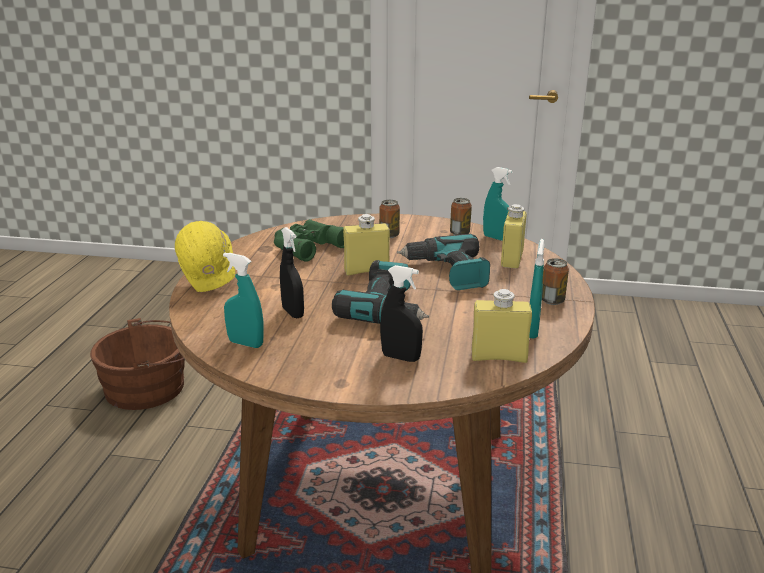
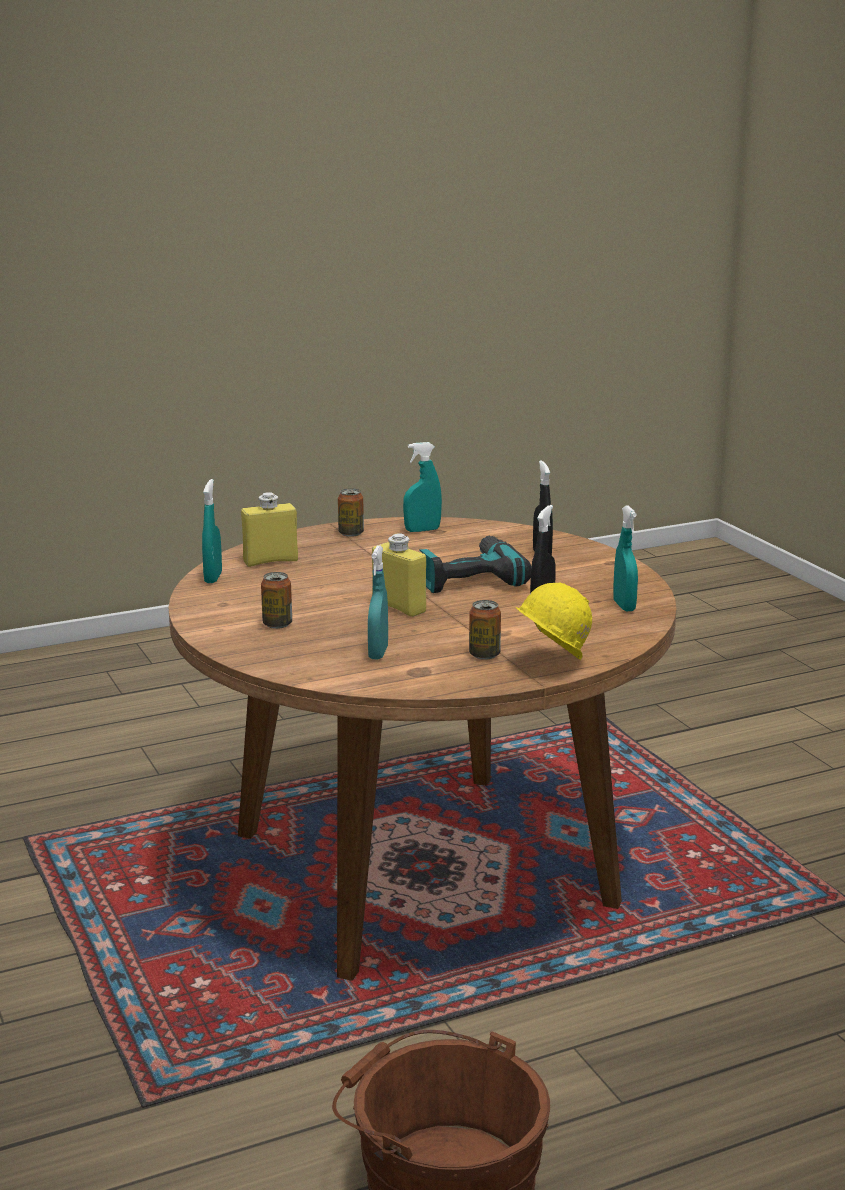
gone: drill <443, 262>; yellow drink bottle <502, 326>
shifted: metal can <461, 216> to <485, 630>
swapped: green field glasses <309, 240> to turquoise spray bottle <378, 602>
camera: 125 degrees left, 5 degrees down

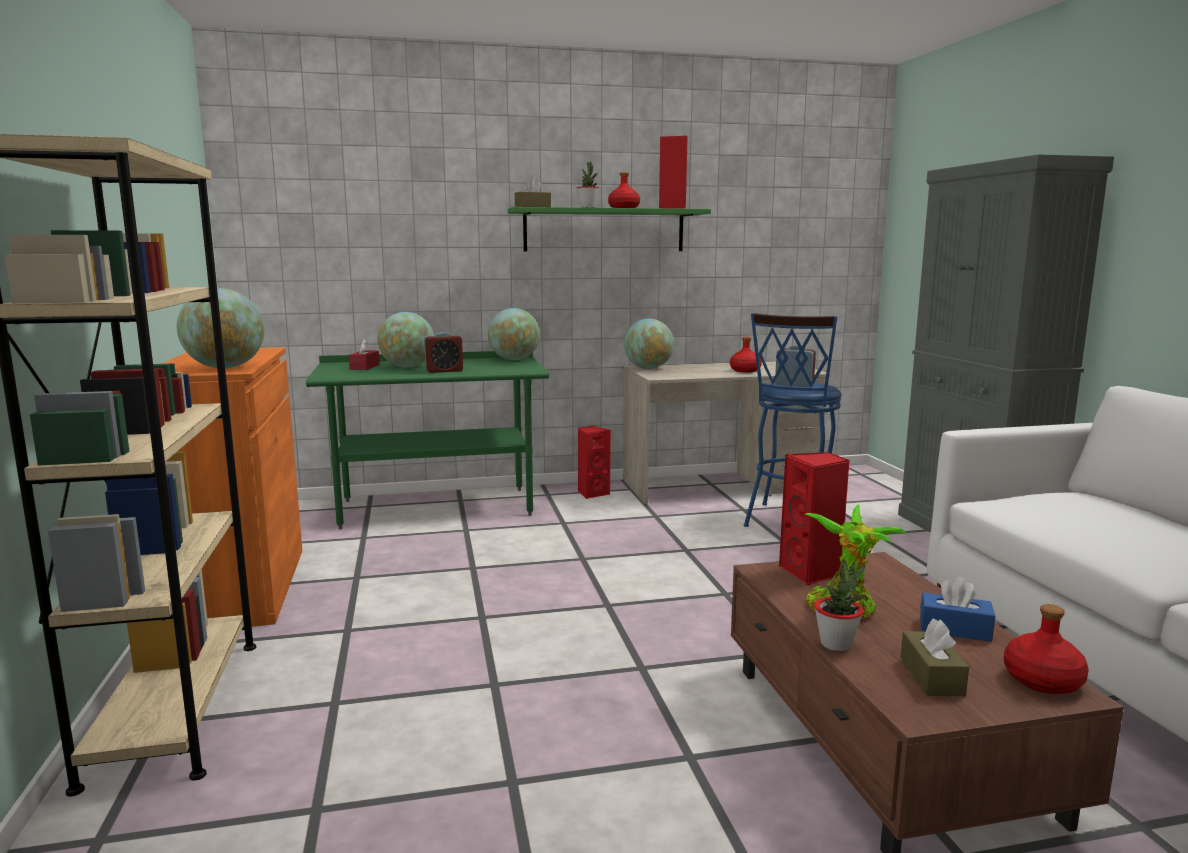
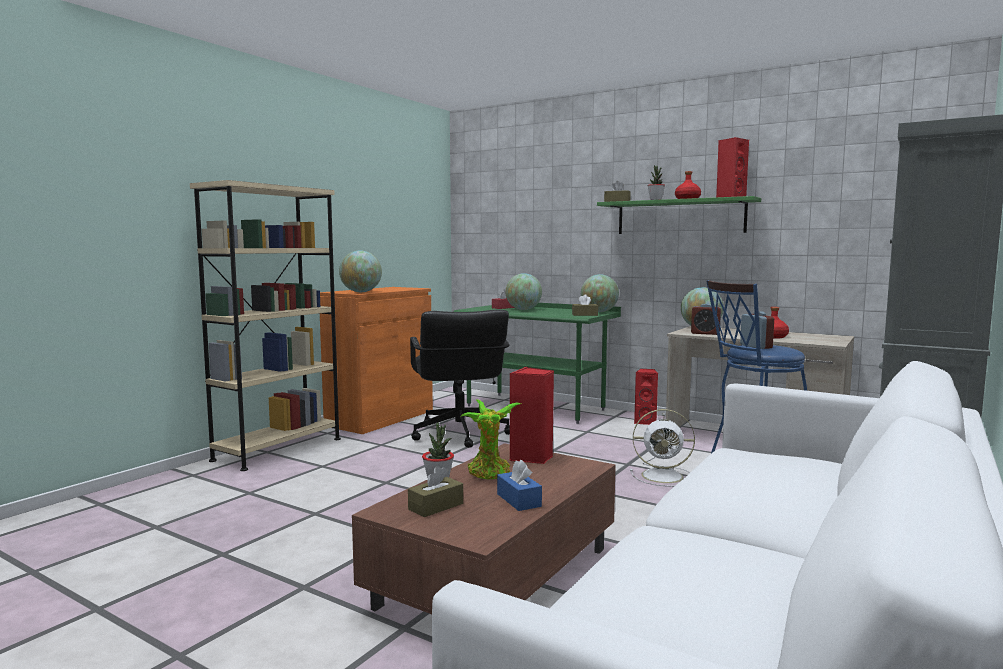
gone: red drink bottle <1046, 649>
new: black office chair <460, 378>; brown-coloured tissue holder <585, 305>; white fan <662, 448>
shifted: table clock <443, 352> to <706, 319>
camera: 45 degrees right, 5 degrees down

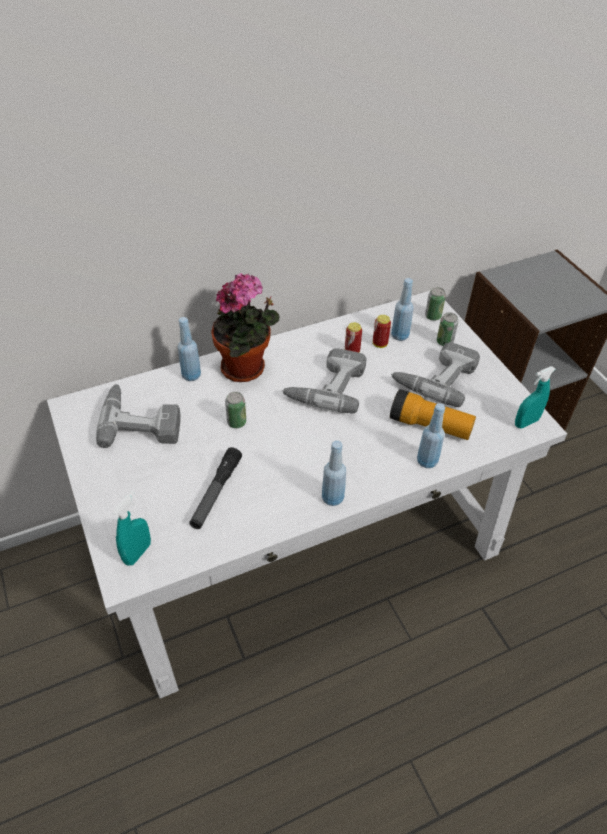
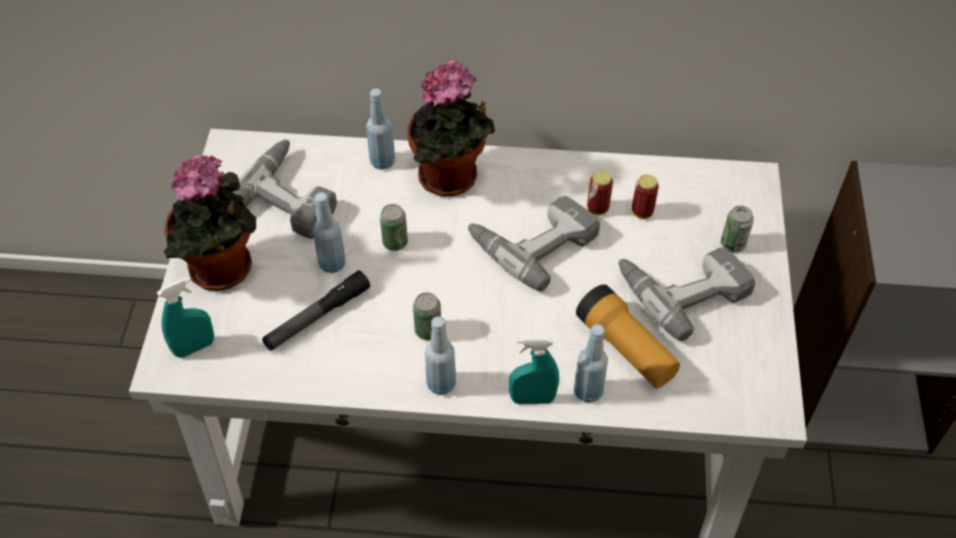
new: potted plant <209, 223>
shifted: bluish drink bottle <402, 309> to <329, 233>; metal can <435, 304> to <427, 316>; turquoise spray bottle <535, 397> to <534, 370>
camera: 30 degrees right, 5 degrees up

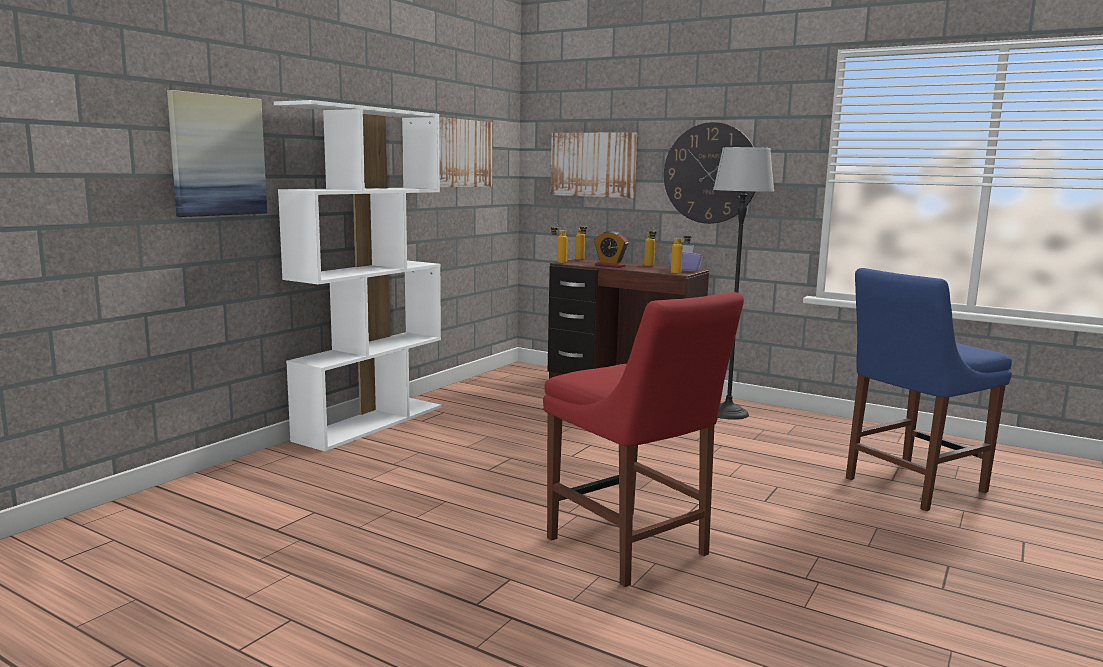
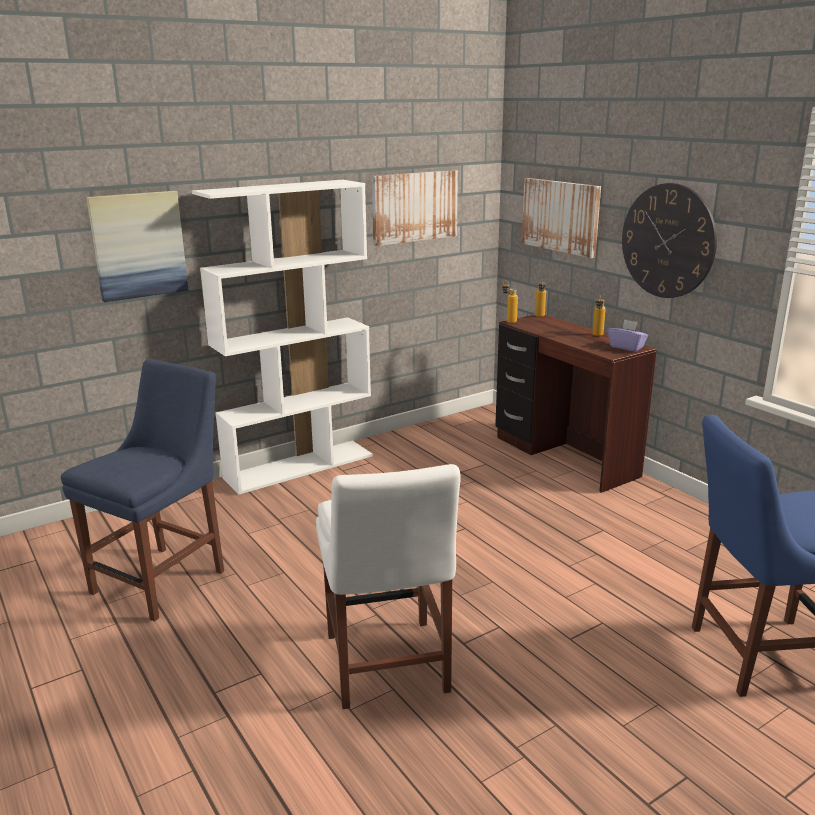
gone: table clock <611, 249>; drink bottle <681, 252>; floor lamp <743, 283>
new: bluish chair <142, 490>
repainted: red chair <643, 439> to white chair <388, 586>
camera: 25 degrees right, 10 degrees up

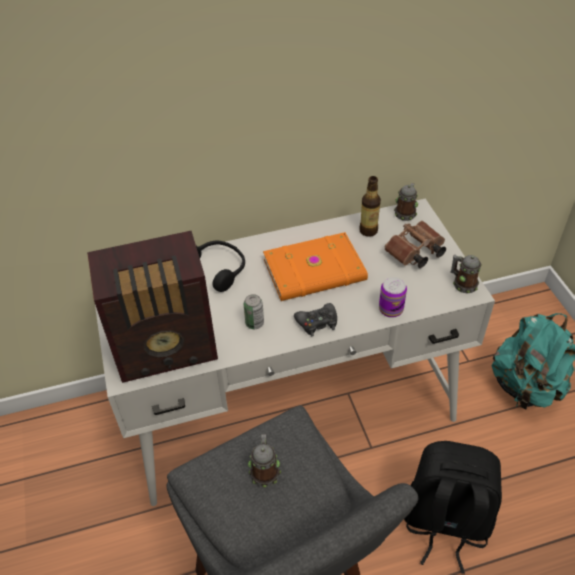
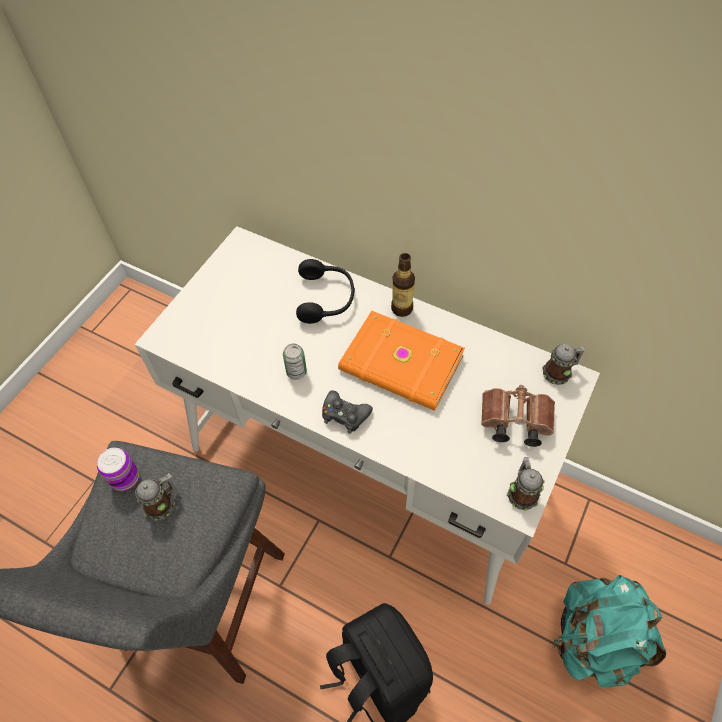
gone: radio receiver <152, 307>
shifted: metal can <393, 297> to <118, 469>; drink bottle <370, 206> to <403, 285>
camera: 45 degrees right, 10 degrees up

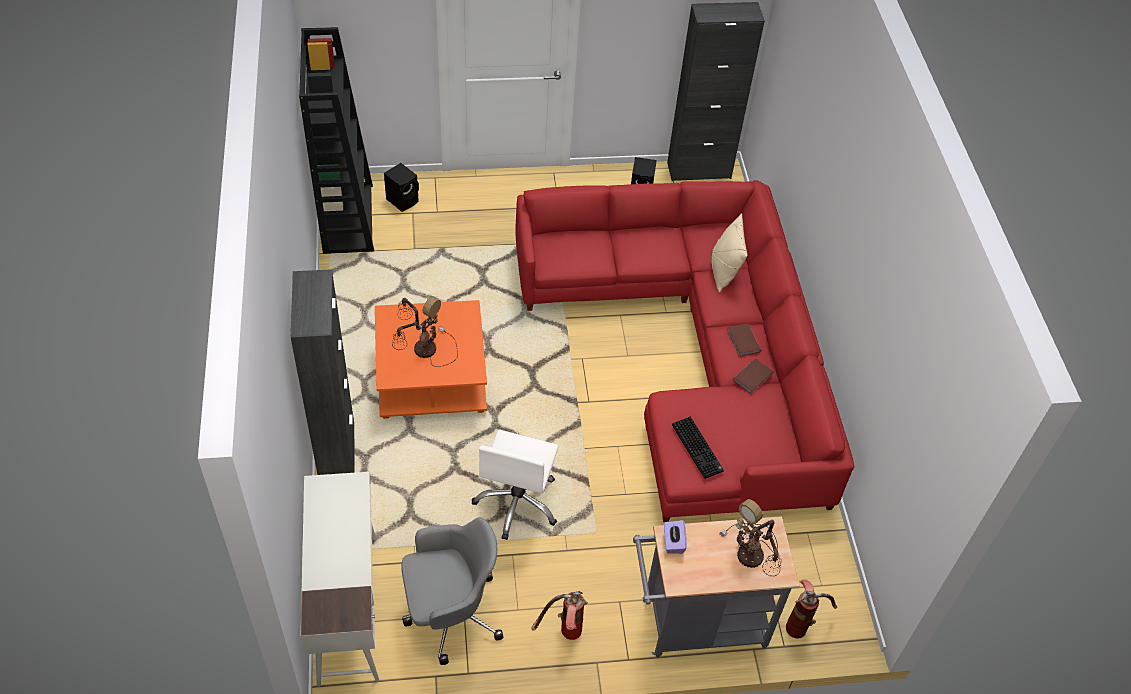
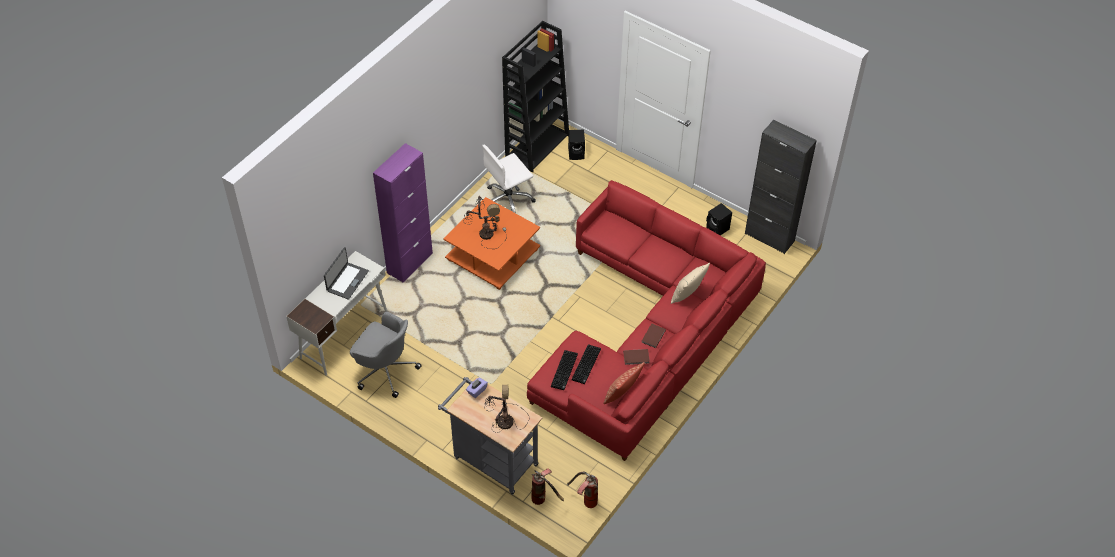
new: portable computer <346, 273>; computer keyboard <586, 364>; pillow <624, 383>
shifted: white office chair <515, 484> to <509, 179>; fire extinguisher <559, 615> to <582, 489>
repainted: black cabinet <323, 372> to purple cabinet <403, 212>
camera: 45 degrees right, 0 degrees up

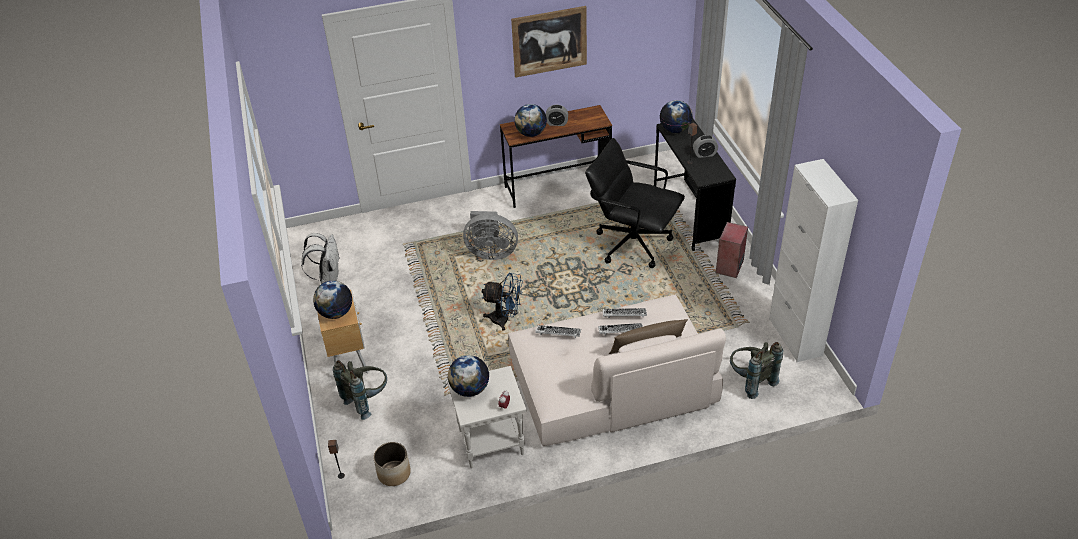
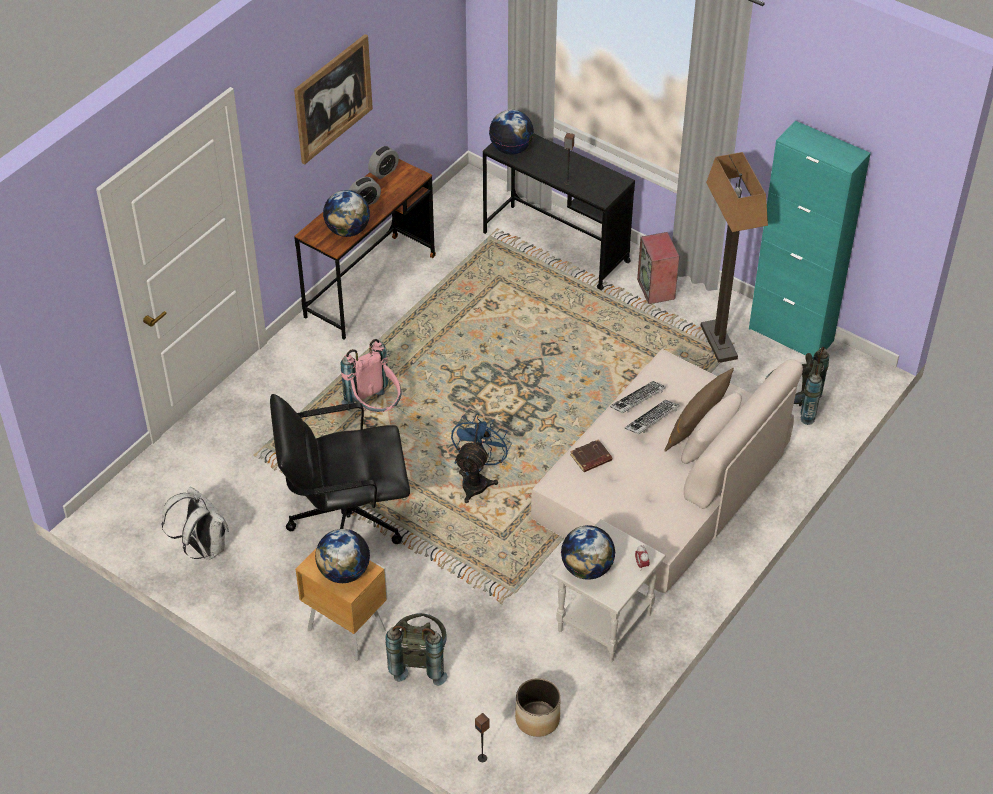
new: floor lamp <734, 257>
shifted: black office chair <635, 203> to <340, 469>; table clock <705, 146> to <383, 162>
swapped: grey fan <490, 235> to pink-coloured rucksack <371, 375>; computer keyboard <558, 331> to brown-coloured bound book <591, 455>
repainted: white cabinet <813, 260> to turquoise cabinet <810, 239>
rotated: bluish fan <502, 302> = <481, 458> 45 degrees counterclockwise
camera: 40 degrees left, 5 degrees up

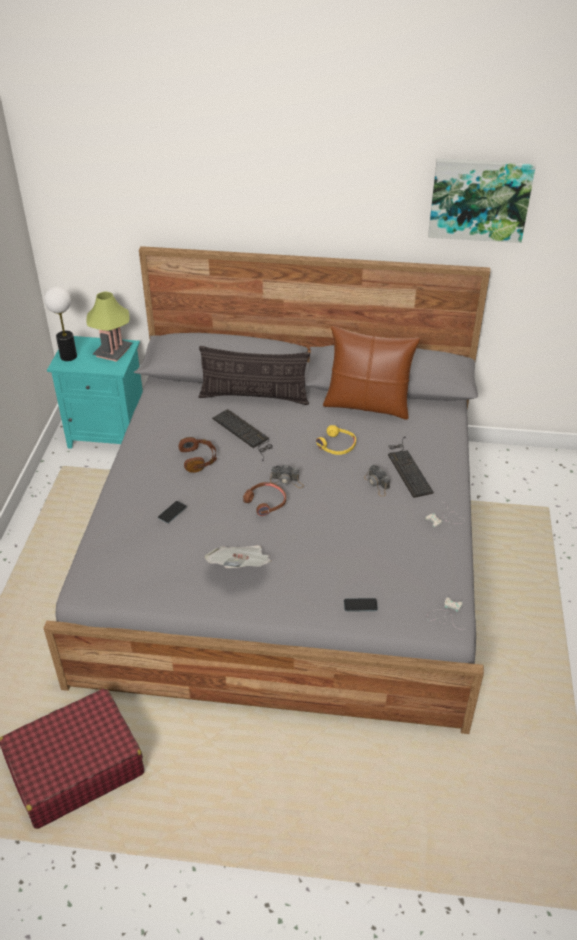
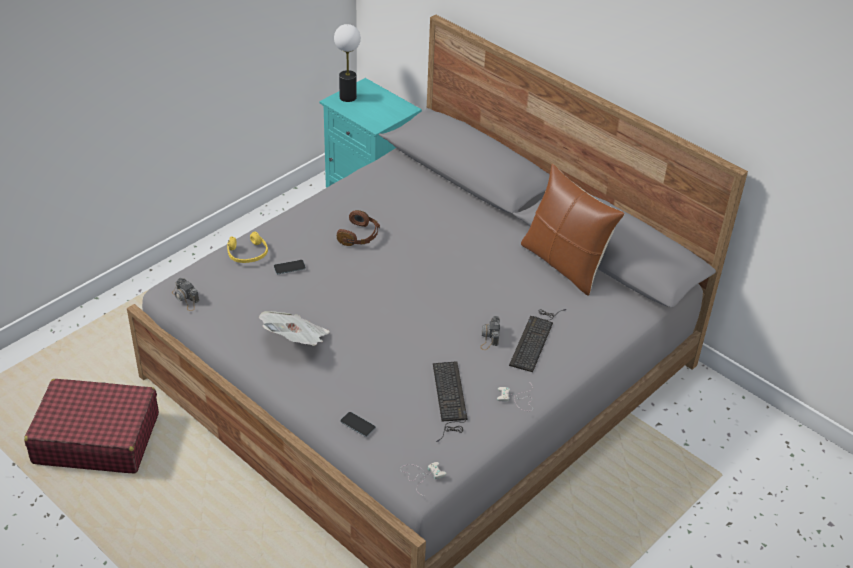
gone: table lamp <109, 326>; pillow <254, 375>; brown-coloured headphones <264, 499>; wall picture <482, 200>
shifted: photo camera <287, 476> to <185, 294>; yellow headphones <336, 440> to <247, 247>; computer keyboard <242, 435> to <450, 402>
camera: 35 degrees right, 0 degrees up

